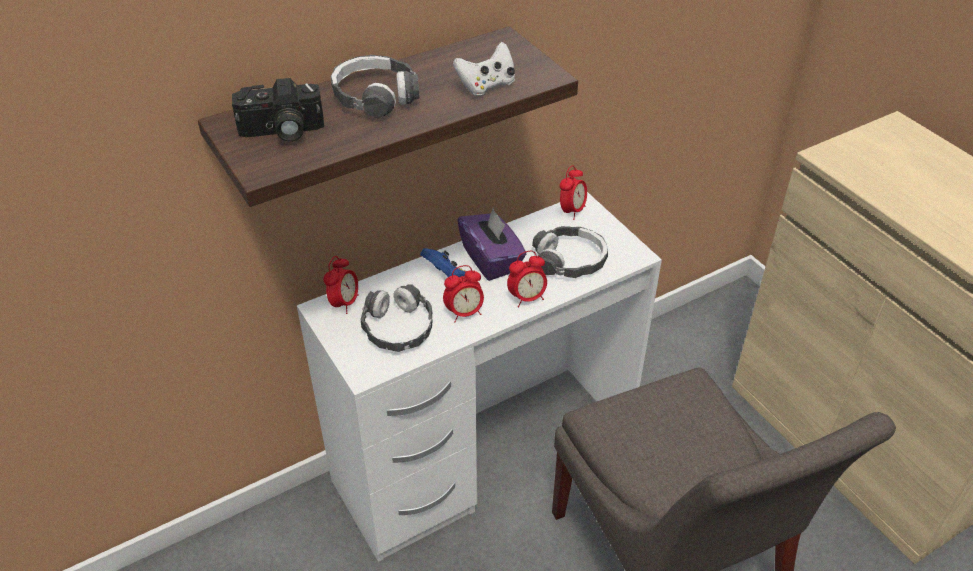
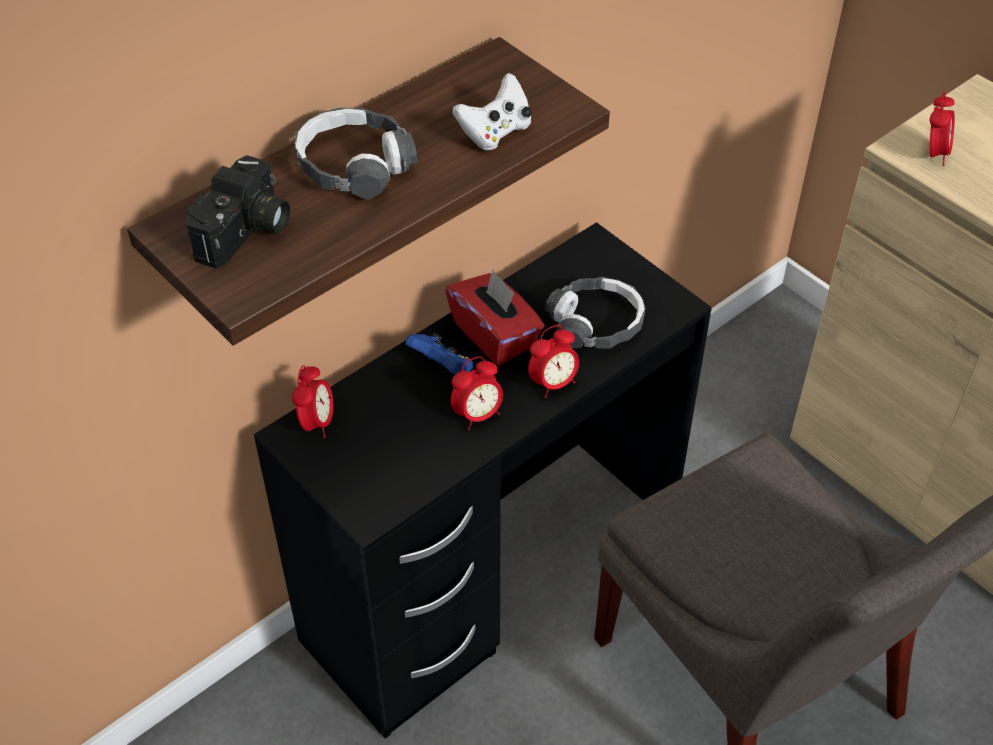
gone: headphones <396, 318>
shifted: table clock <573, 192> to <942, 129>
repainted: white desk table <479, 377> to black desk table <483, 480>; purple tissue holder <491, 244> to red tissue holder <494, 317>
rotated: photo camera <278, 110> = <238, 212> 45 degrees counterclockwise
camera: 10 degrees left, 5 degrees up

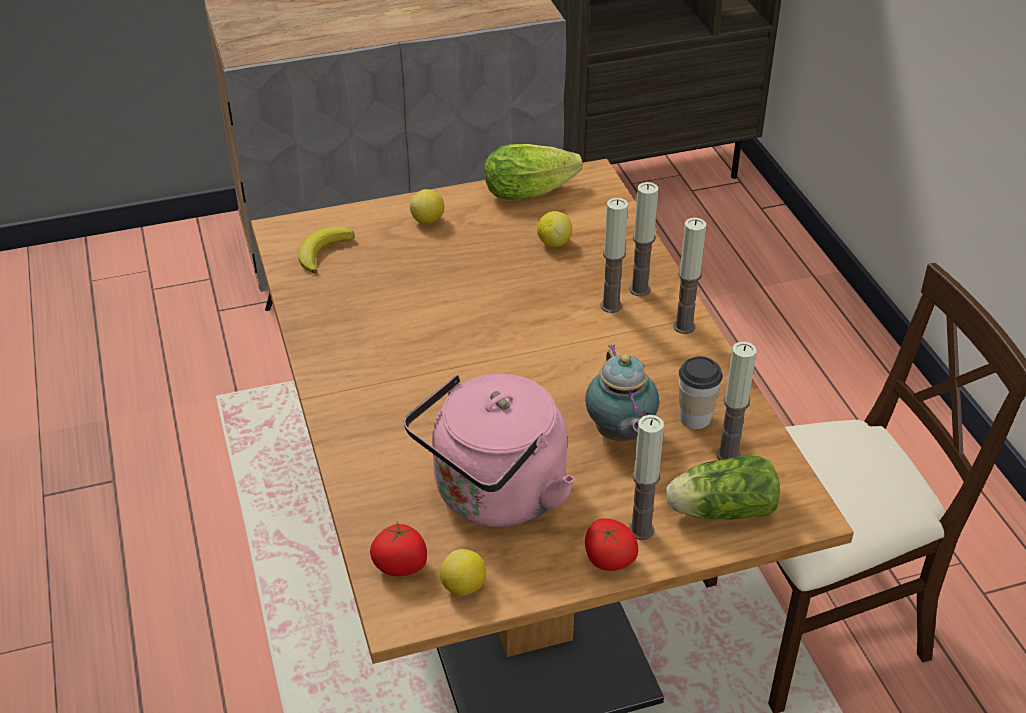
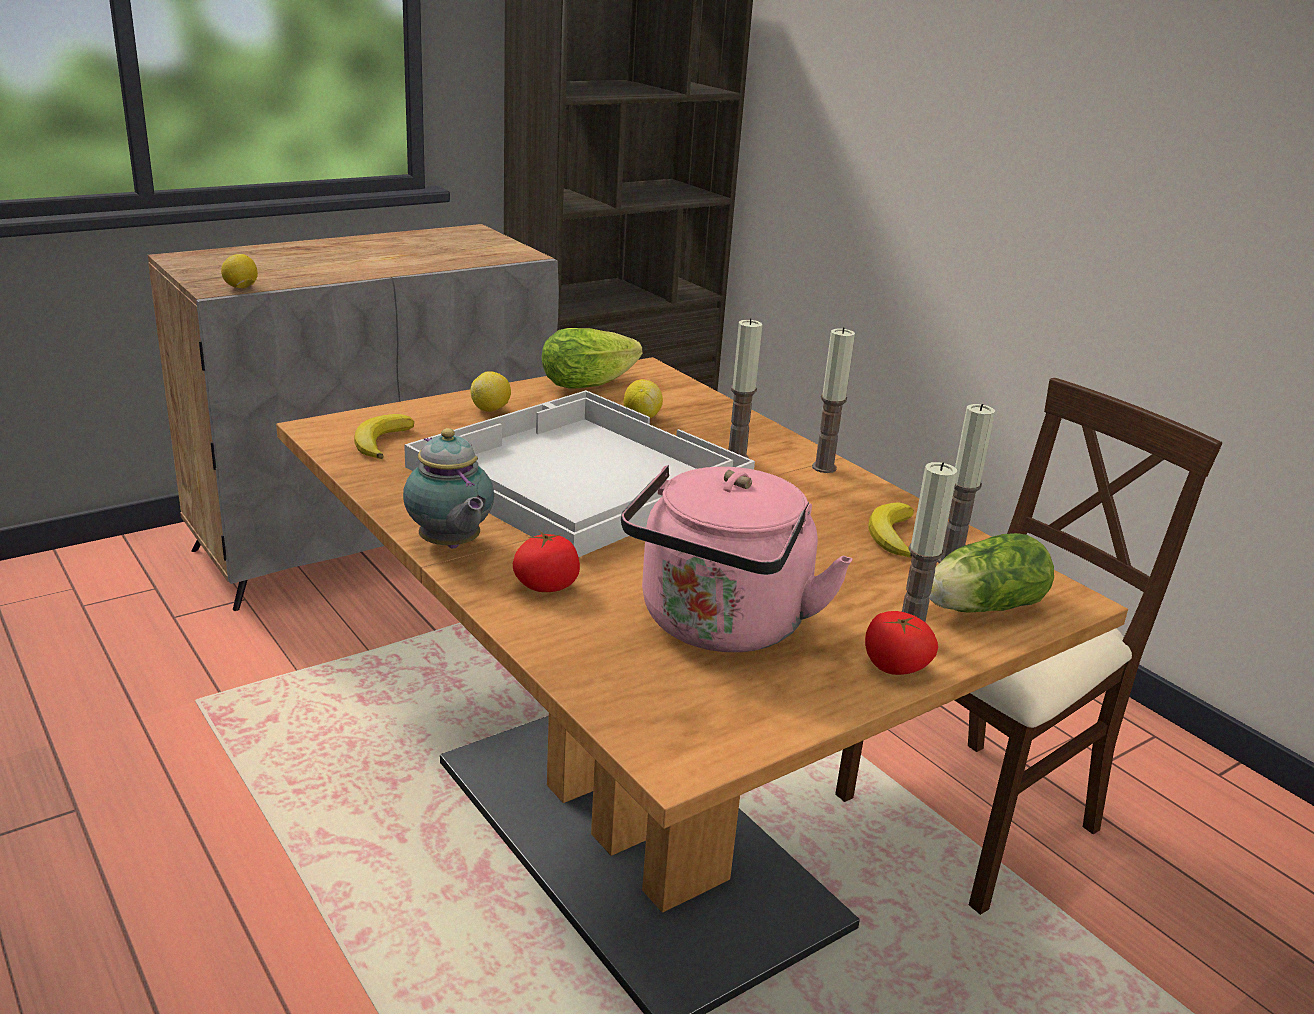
gone: wax light <643, 239>
new: white serving tray <579, 473>
shifted: whole lemon <463, 572> to <239, 271>; pot for tea <622, 392> to <448, 488>; fresh tomato <398, 549> to <546, 561>
swapped: drinking cup <701, 392> to banana fruit <891, 530>
camera: 20 degrees left, 15 degrees down

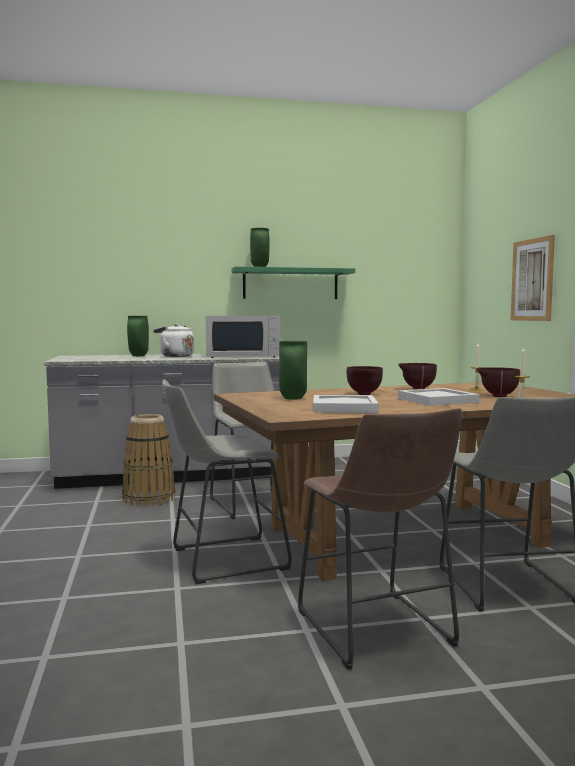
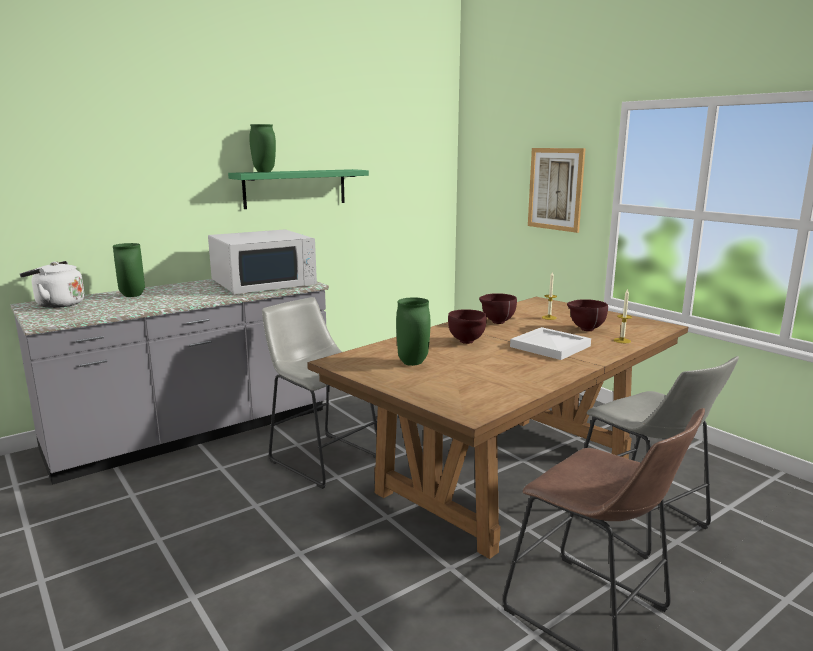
gone: basket <148, 460>; grey sitting stool <227, 482>; white serving tray <346, 404>
shifted: white tea kettle <173, 340> to <52, 284>
camera: 25 degrees left, 10 degrees up

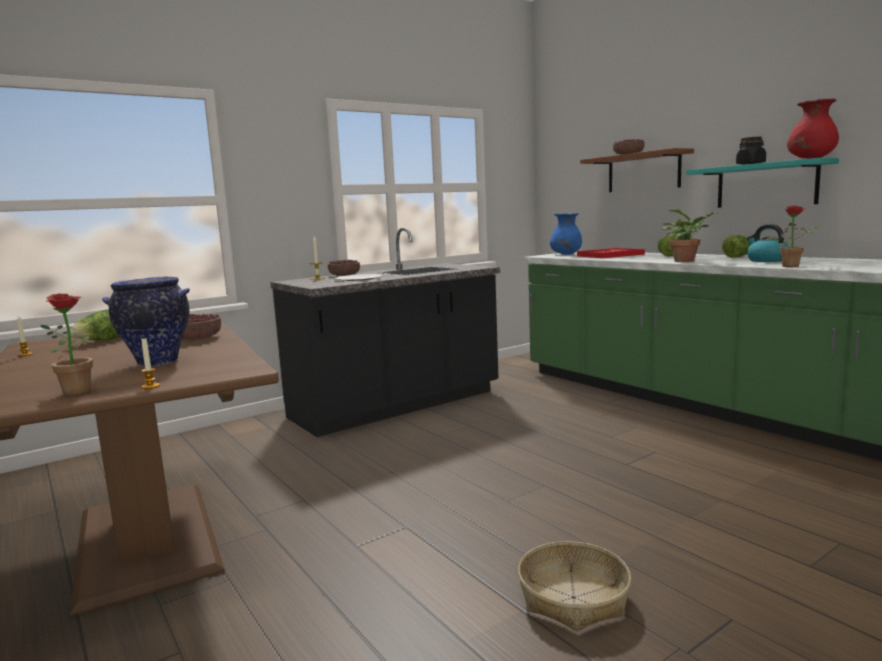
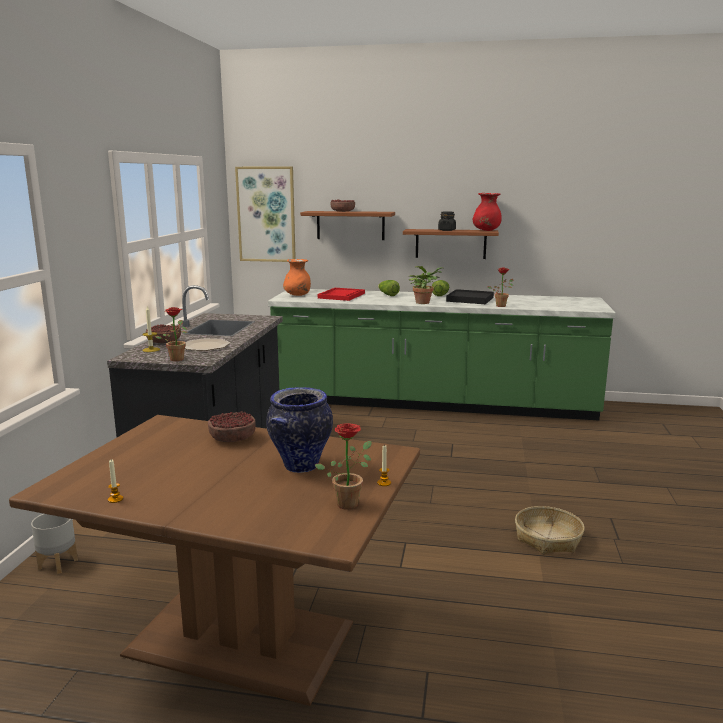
gone: head of lettuce <95, 324>
new: grey plant pot <54, 544>; potted plant <171, 334>; wall picture <265, 214>
swapped: tea kettle <768, 243> to black serving tray <470, 296>
repainted: bluish vase <566, 234> to orange-coloured vase <297, 277>; turquoise shelf <762, 183> to brown-coloured shelf <451, 244>
camera: 45 degrees left, 5 degrees up

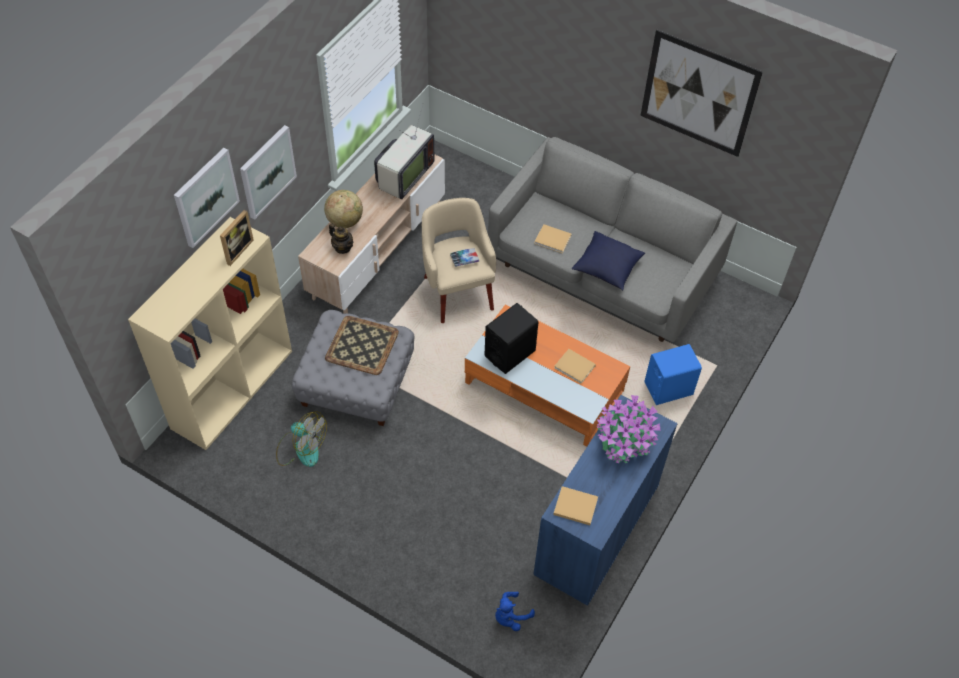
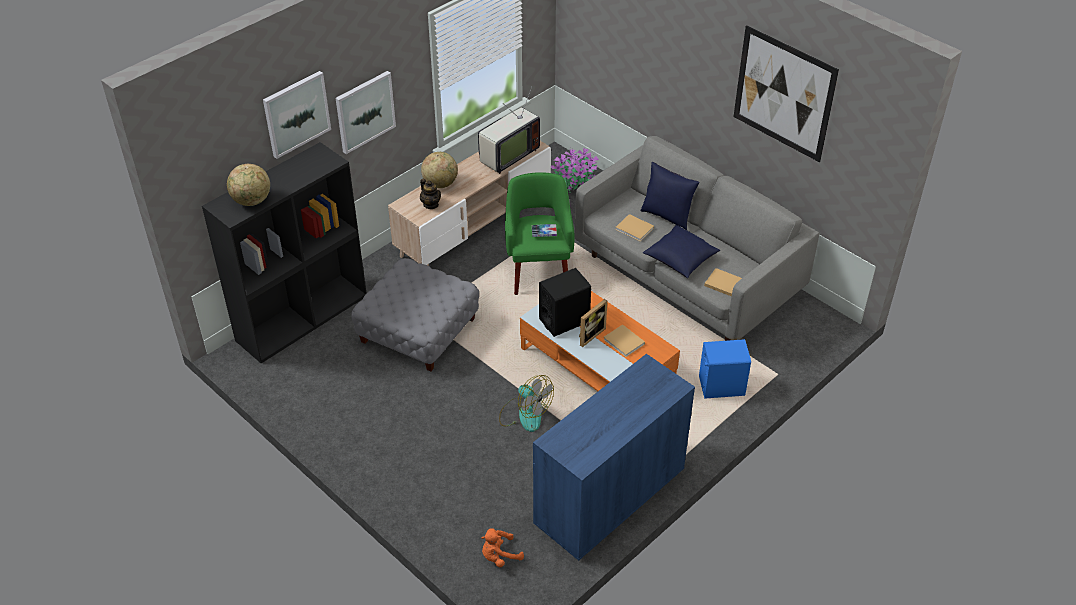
gone: serving tray <362, 345>
new: desk globe <248, 185>; bluish pillow <670, 196>
shifted: fan <301, 439> to <526, 403>; potted plant <628, 429> to <575, 170>; picture frame <237, 238> to <593, 323>; beige bound book <575, 505> to <723, 282>
repainted: beige bookcase <210, 333> to black bookcase <284, 252>; bluish plush toy <515, 611> to orange-coloured plush toy <502, 547>; beige easy chair <459, 260> to green easy chair <540, 233>
camera: 15 degrees right, 10 degrees down

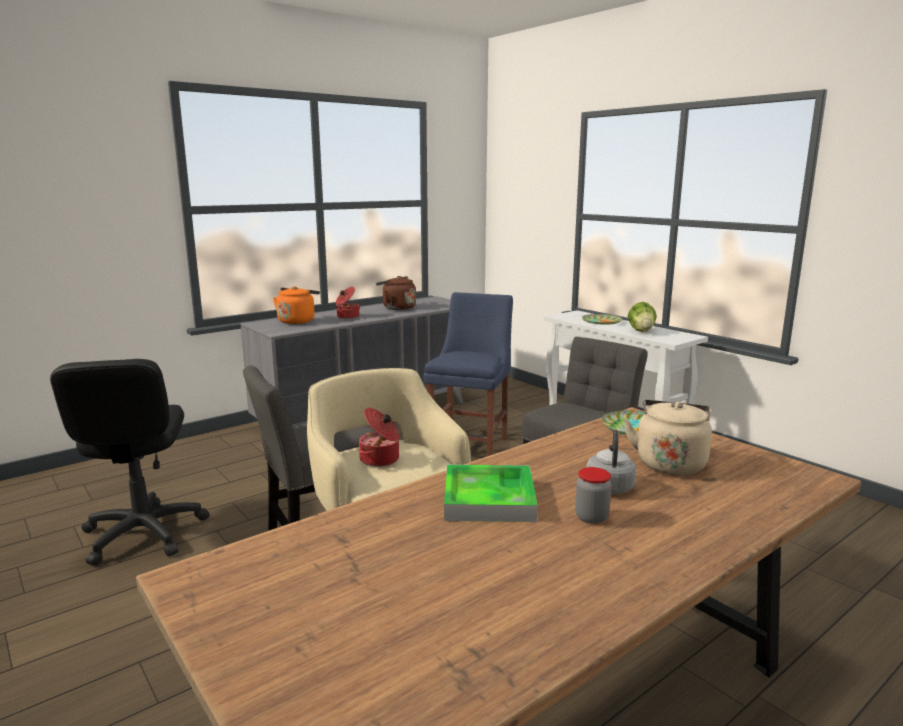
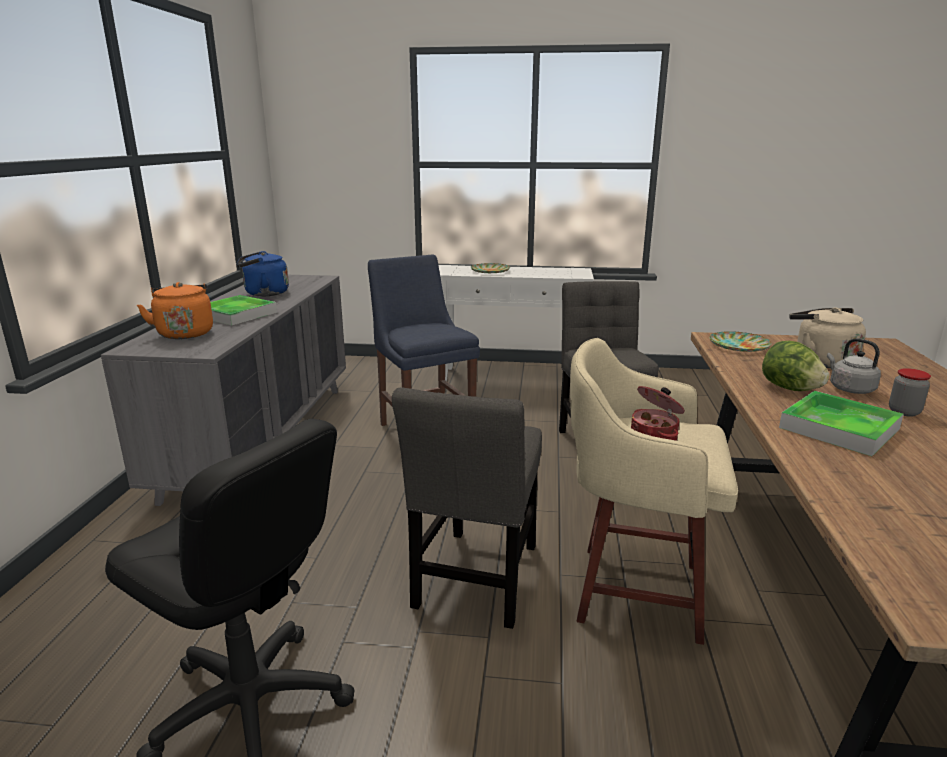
shifted: head of lettuce <642, 317> to <795, 366>
swapped: stockpot <348, 303> to serving tray <243, 310>
repainted: brown-coloured tea kettle <396, 293> to bluish tea kettle <262, 273>
camera: 45 degrees left, 5 degrees up

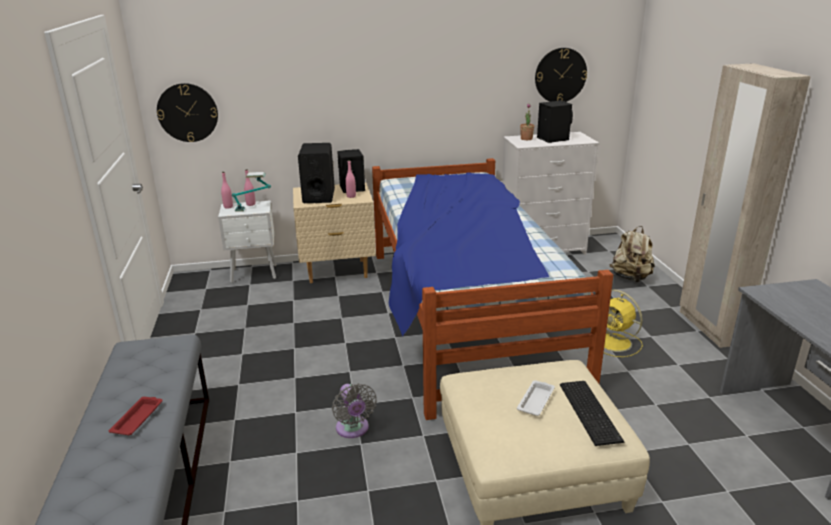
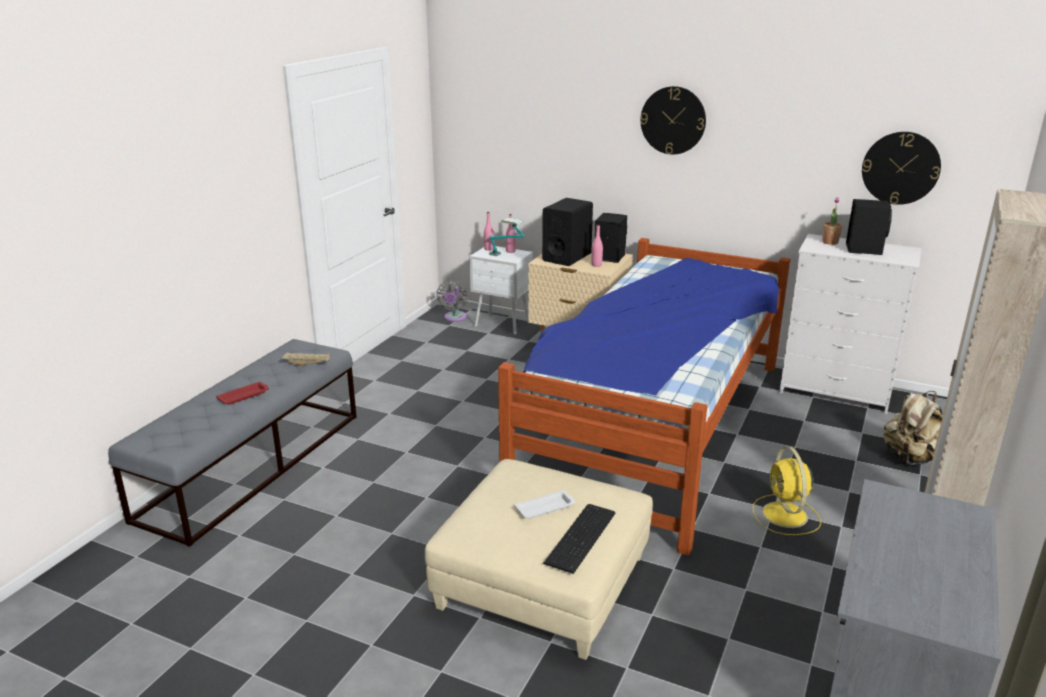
new: beige serving tray <305, 359>
shifted: grey fan <354, 410> to <451, 301>; clock on the wall <187, 112> to <673, 120>
camera: 35 degrees right, 0 degrees up

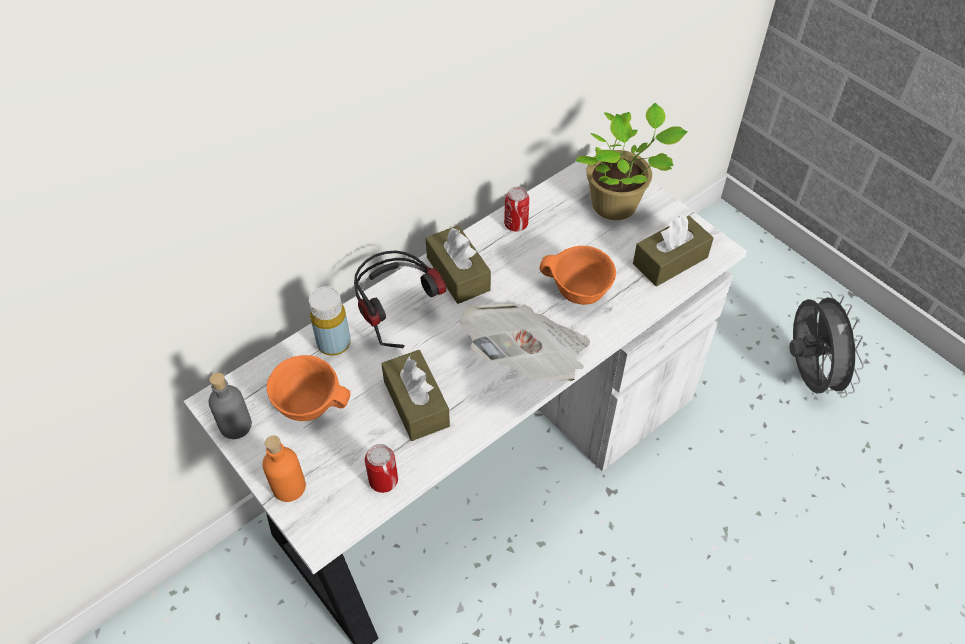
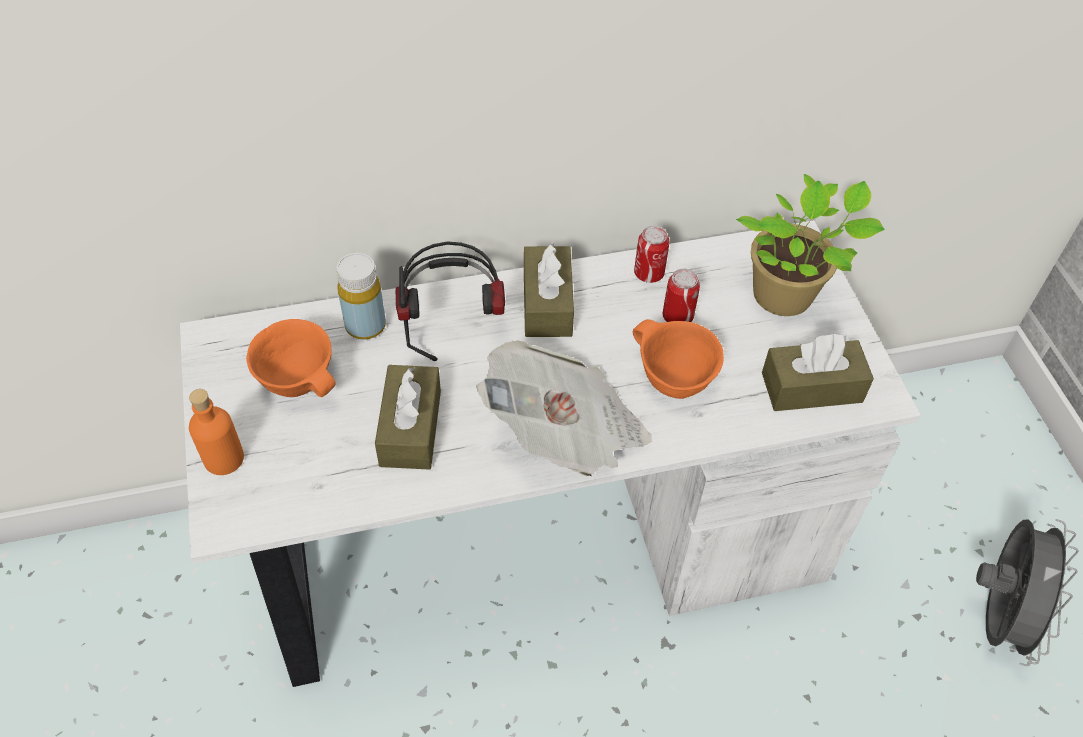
gone: grey drink bottle <230, 405>
shifted: metal can <381, 468> to <681, 295>
camera: 25 degrees right, 0 degrees up

